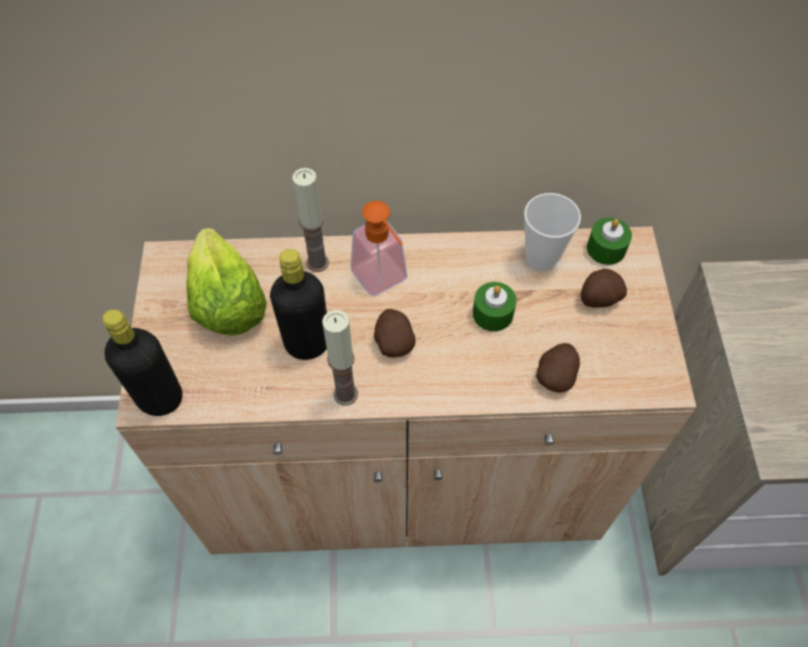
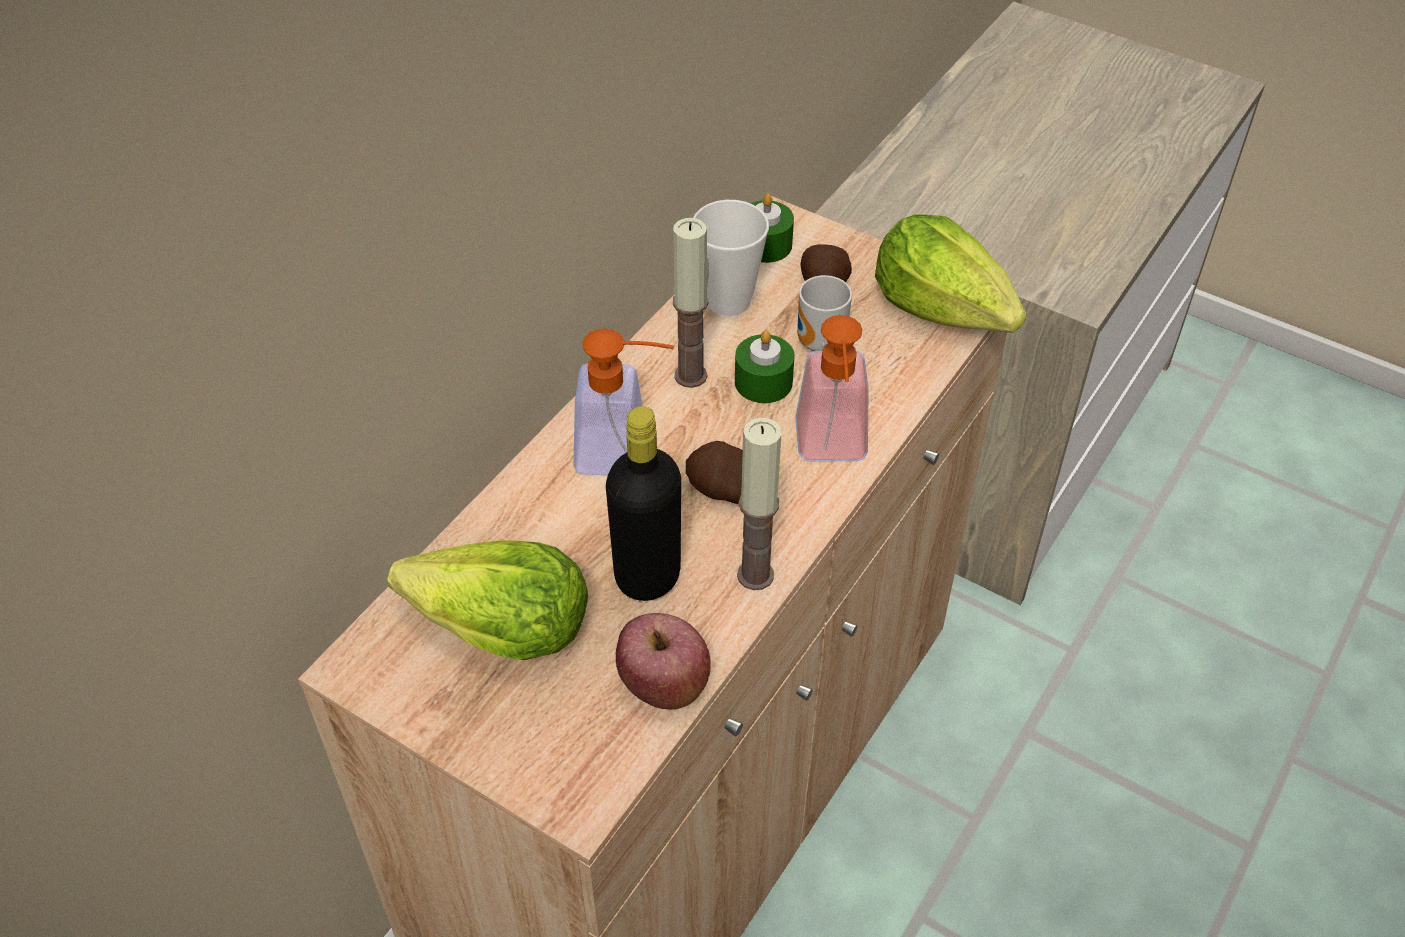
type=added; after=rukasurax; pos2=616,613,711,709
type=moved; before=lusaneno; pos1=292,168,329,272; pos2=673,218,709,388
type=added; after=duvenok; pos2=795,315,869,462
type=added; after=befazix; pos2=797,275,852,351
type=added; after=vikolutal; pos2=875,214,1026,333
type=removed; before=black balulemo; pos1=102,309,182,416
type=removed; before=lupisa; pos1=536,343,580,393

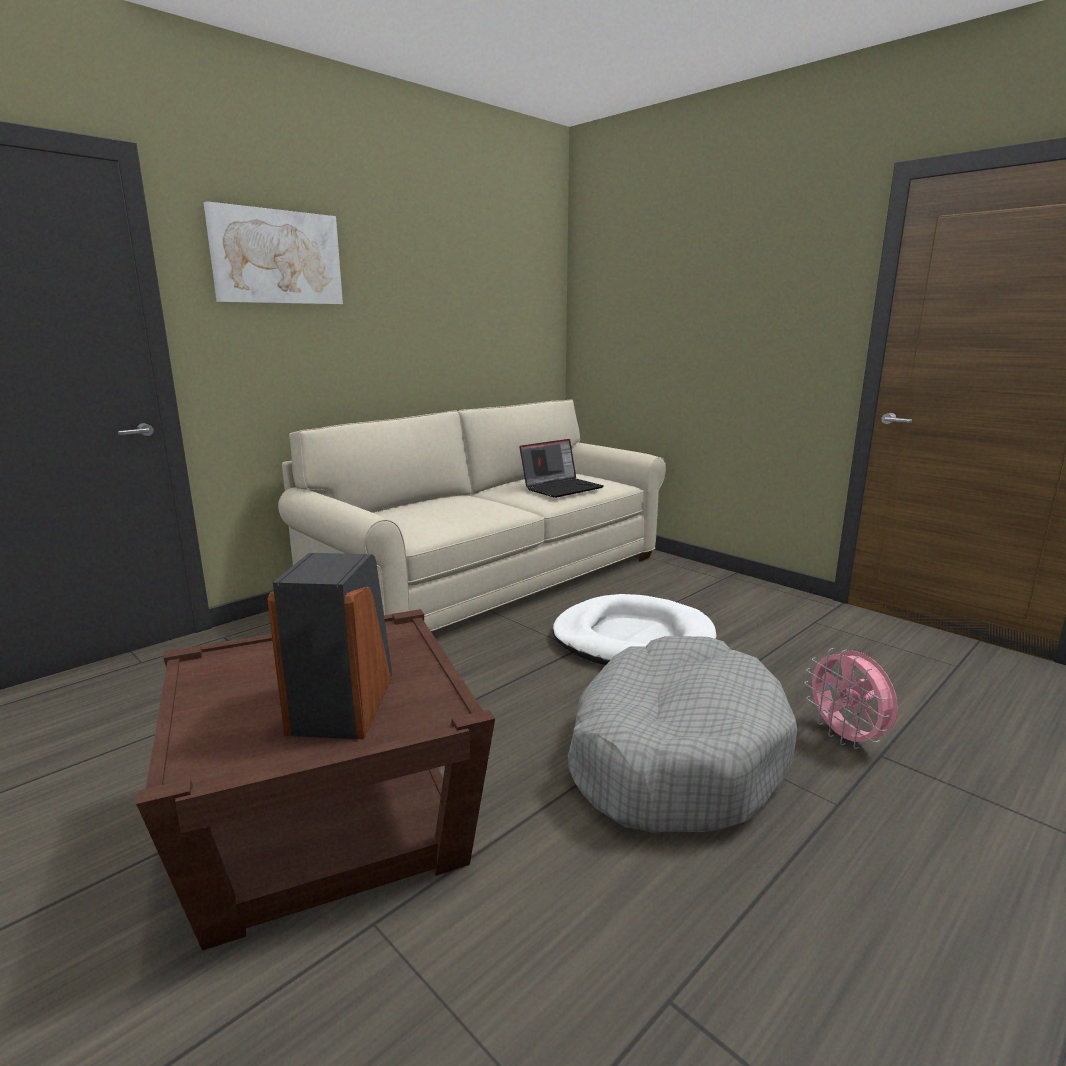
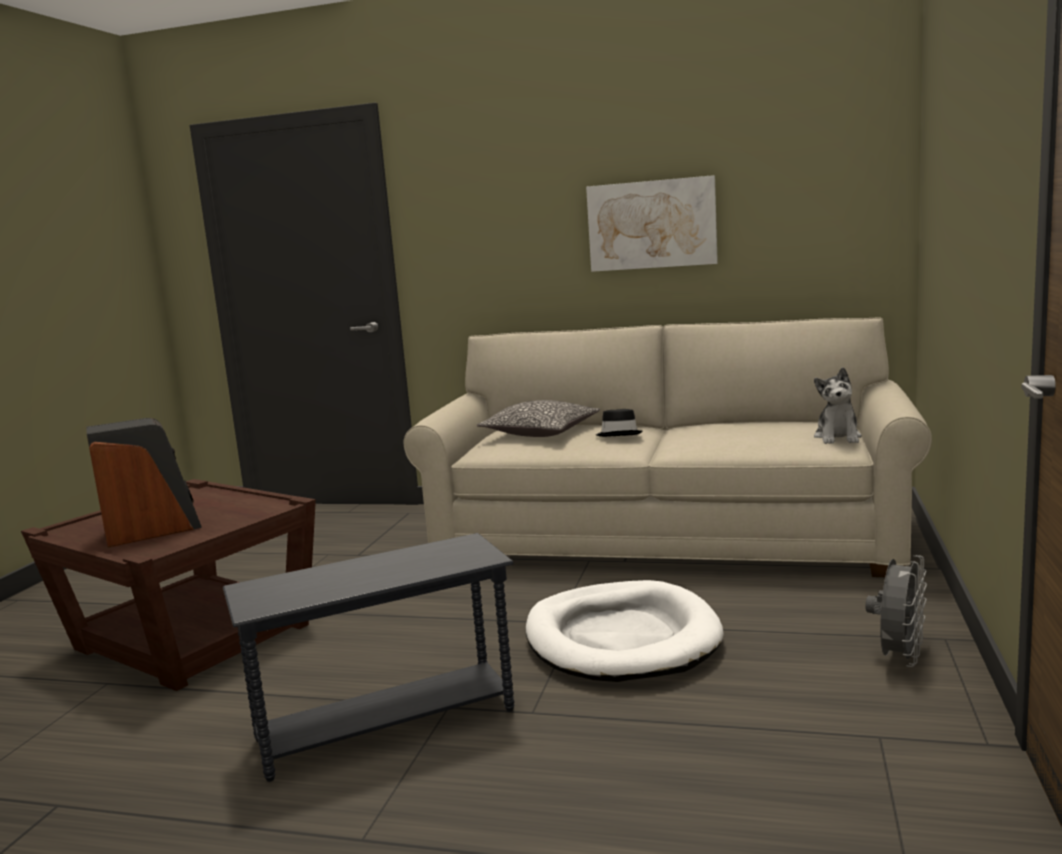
type=replaced; before=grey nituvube; after=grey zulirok; pos1=568,636,797,833; pos2=223,533,514,782
type=added; after=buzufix; pos2=477,400,600,437
type=moved; before=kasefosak; pos1=203,201,343,304; pos2=586,175,718,272
type=added; after=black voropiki; pos2=596,409,642,437
type=added; after=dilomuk; pos2=814,367,862,444
type=added; after=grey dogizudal; pos2=865,555,927,667
type=removed; before=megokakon; pos1=520,439,604,498
type=removed; before=pink dogizudal; pos1=804,648,898,749

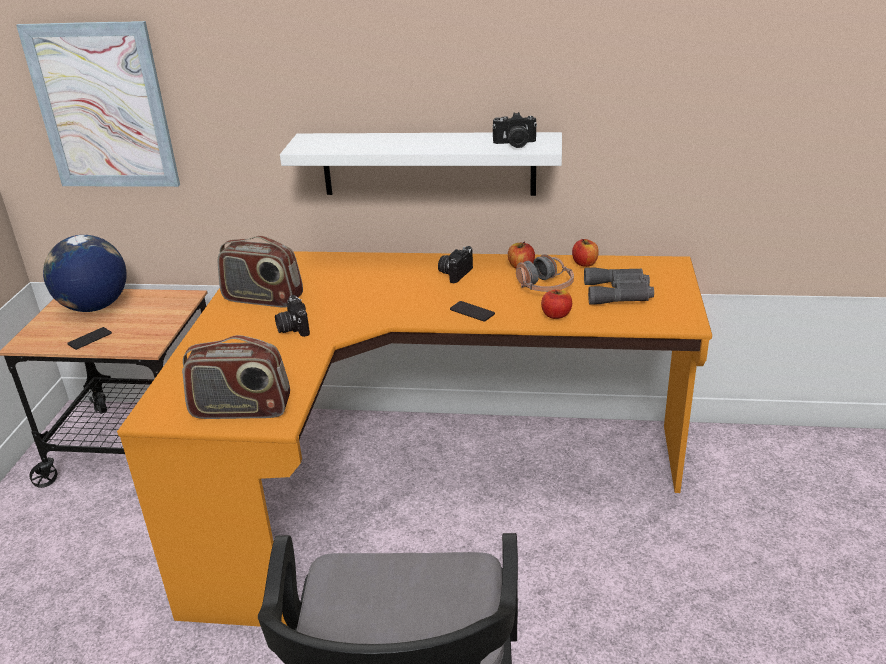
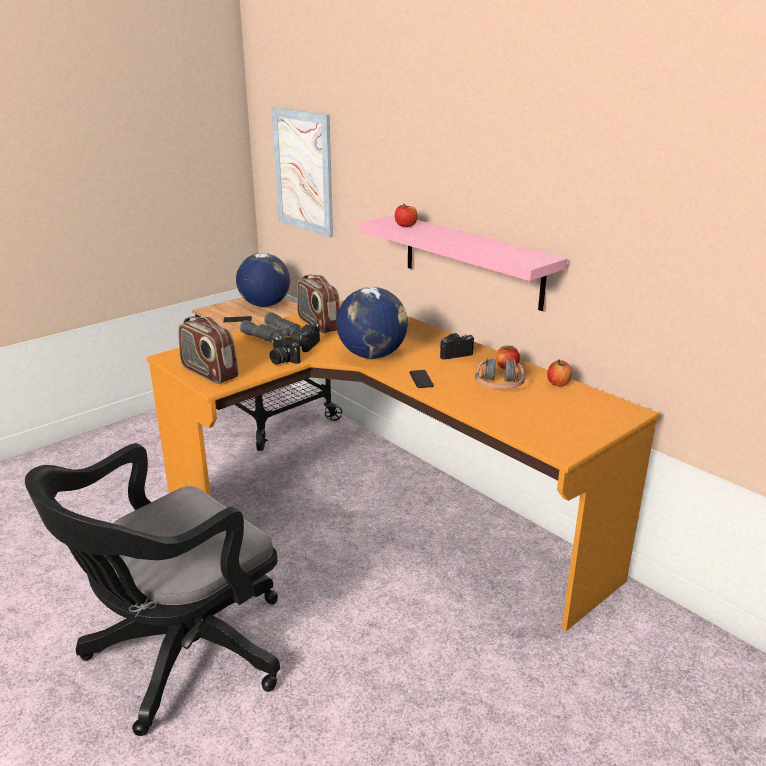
type=moved; before=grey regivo; pos1=584,268,654,305; pos2=240,312,301,343
type=moved; before=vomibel; pos1=492,112,537,148; pos2=270,336,301,364
type=added; after=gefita; pos2=336,287,408,359
type=recoloured; before=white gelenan; after=pink gelenan; pos1=280,132,562,196; pos2=360,215,568,311
type=moved; before=rukasurax; pos1=541,289,572,319; pos2=395,204,418,227

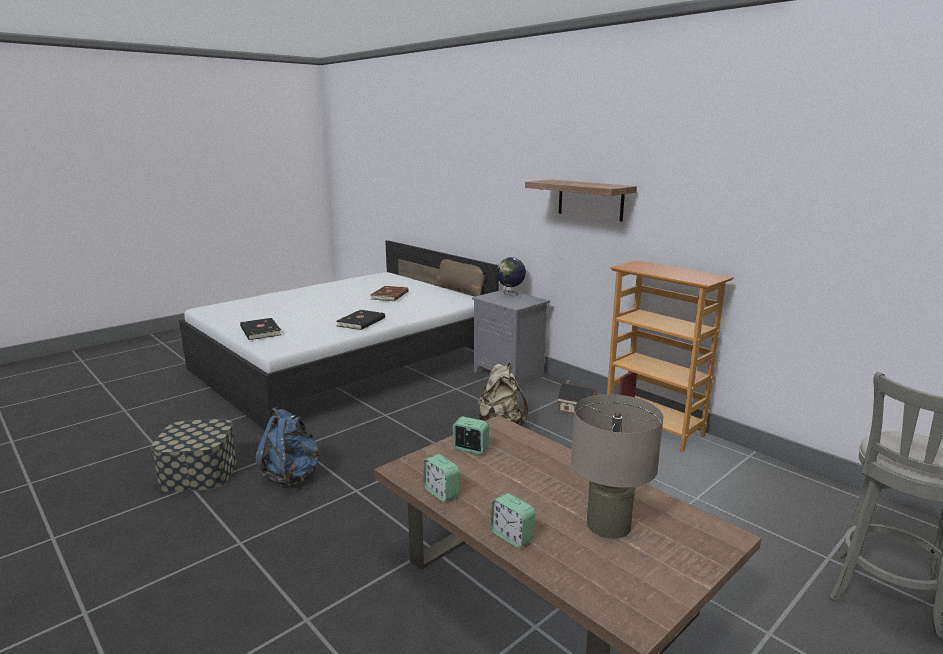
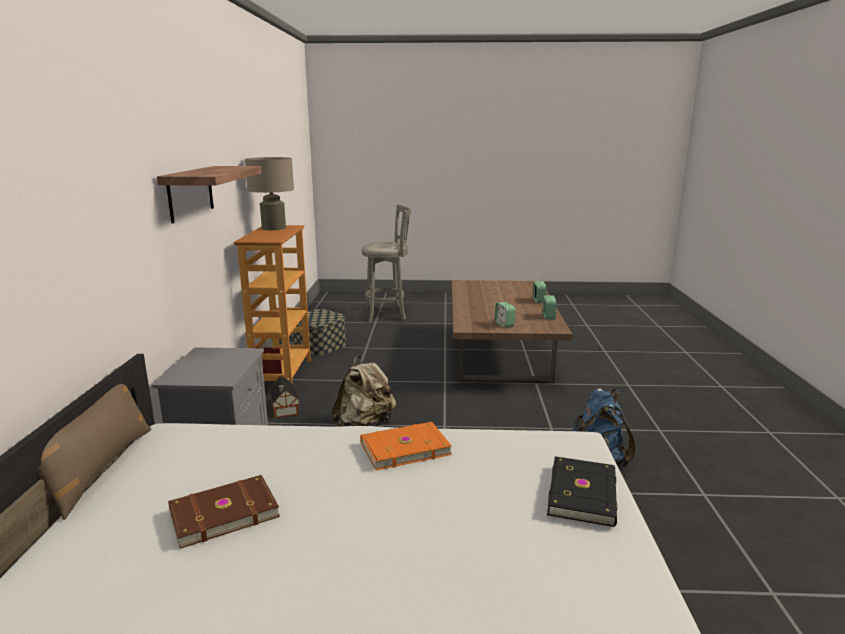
type=moved; before=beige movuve; pos1=571,394,664,539; pos2=245,157,294,230
type=moved; before=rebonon; pos1=151,419,237,492; pos2=292,309,346,355
type=recoloured; before=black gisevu; after=orange gisevu; pos1=336,310,385,330; pos2=360,422,452,470
type=removed; before=gefita; pos1=496,257,526,296

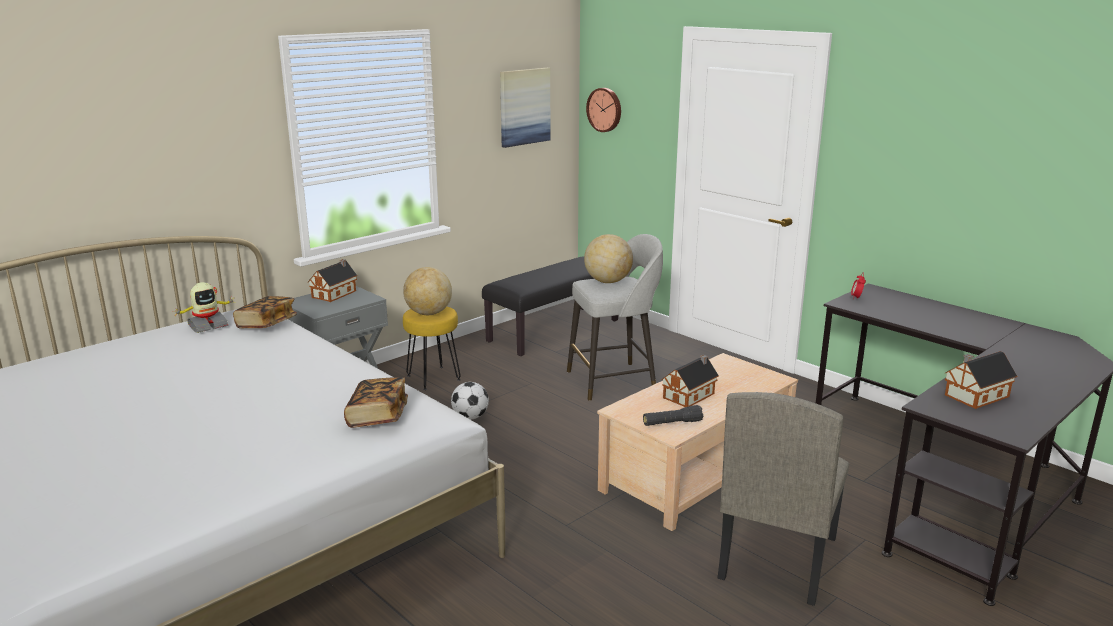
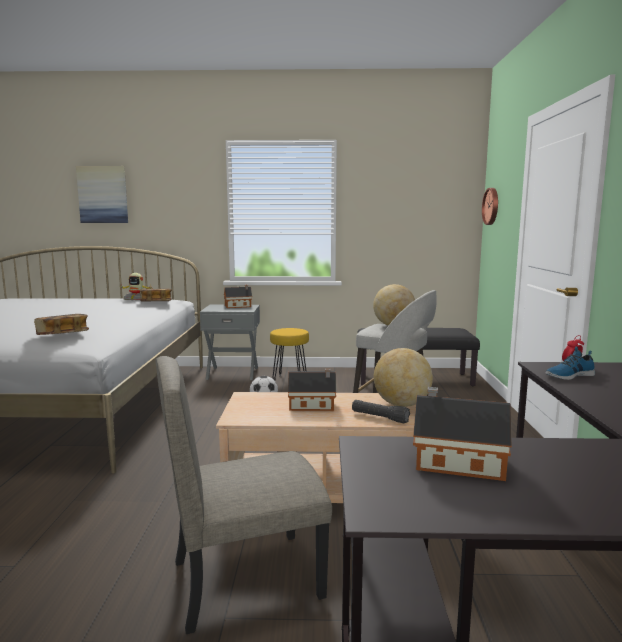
type=moved; before=kasefosak; pos1=500,68,550,148; pos2=76,166,128,223
type=moved; before=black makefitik; pos1=643,405,703,426; pos2=352,400,410,423
type=moved; before=gefita; pos1=403,267,452,315; pos2=374,348,433,407
type=added; after=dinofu; pos2=545,347,595,380

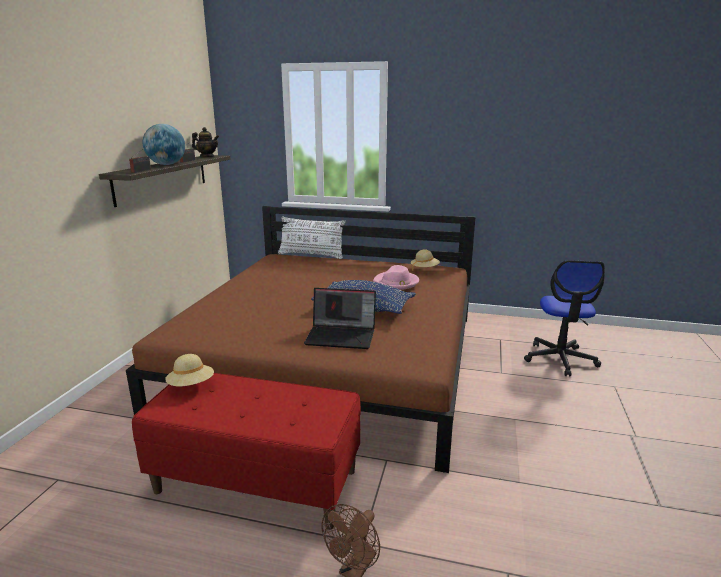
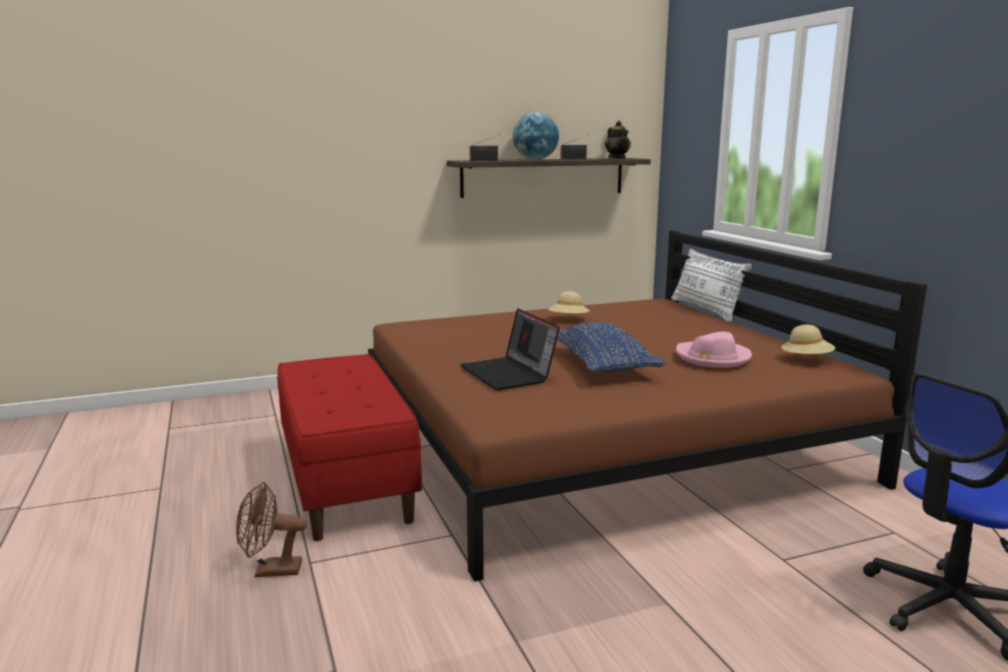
type=moved; before=beige voropiki; pos1=165,354,214,386; pos2=548,291,590,316

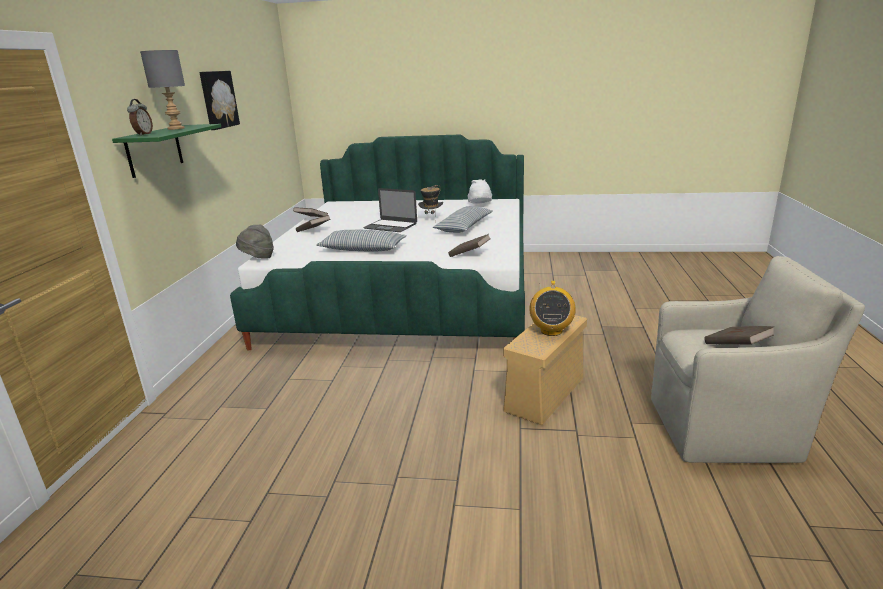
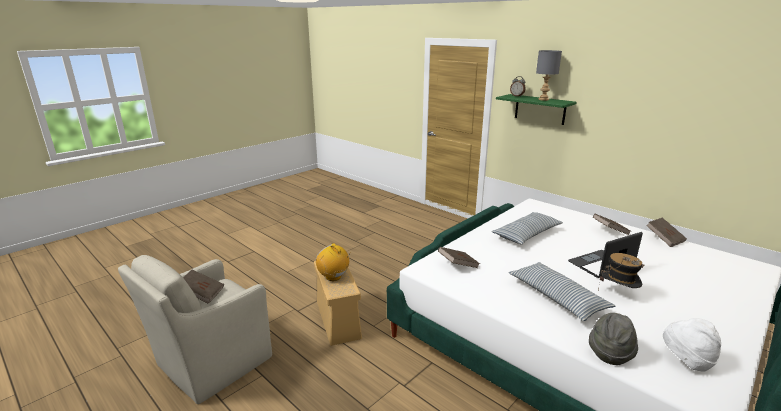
type=moved; before=grey voropiki; pos1=236,225,274,259; pos2=589,313,638,365
type=removed; before=kasefosak; pos1=199,71,240,130

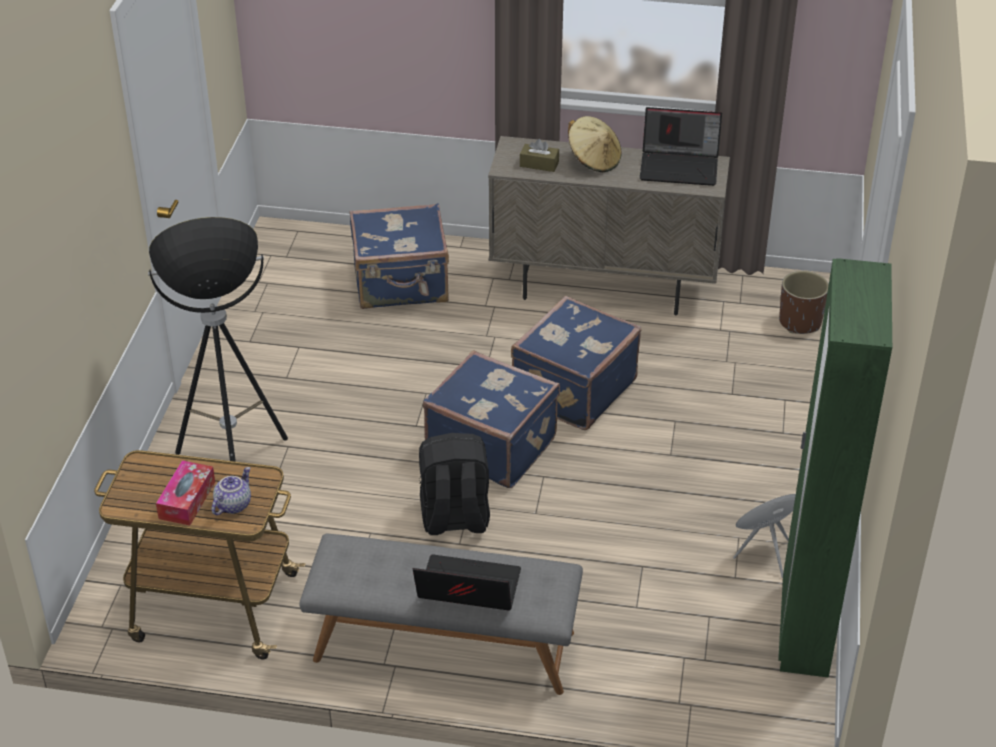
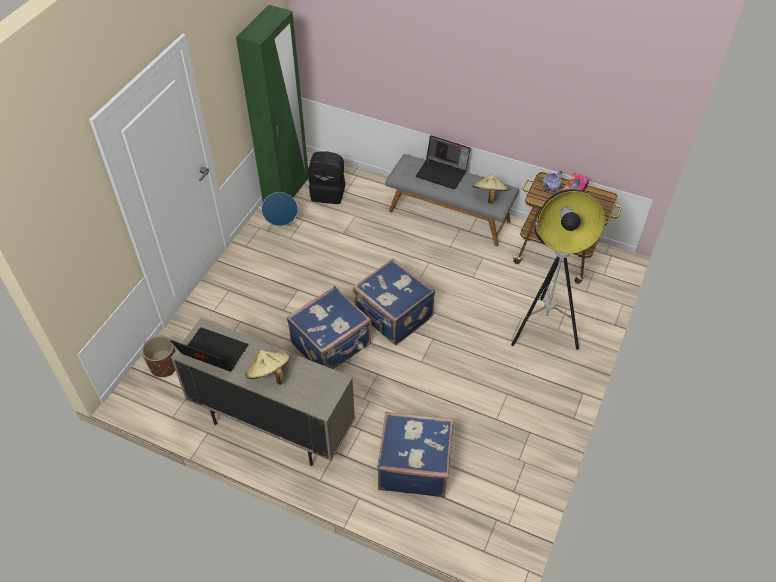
type=moved; before=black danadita; pos1=419,433,490,535; pos2=308,151,345,204
type=added; after=beige voropiki; pos2=473,174,509,204
type=removed; before=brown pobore; pos1=520,139,559,172

